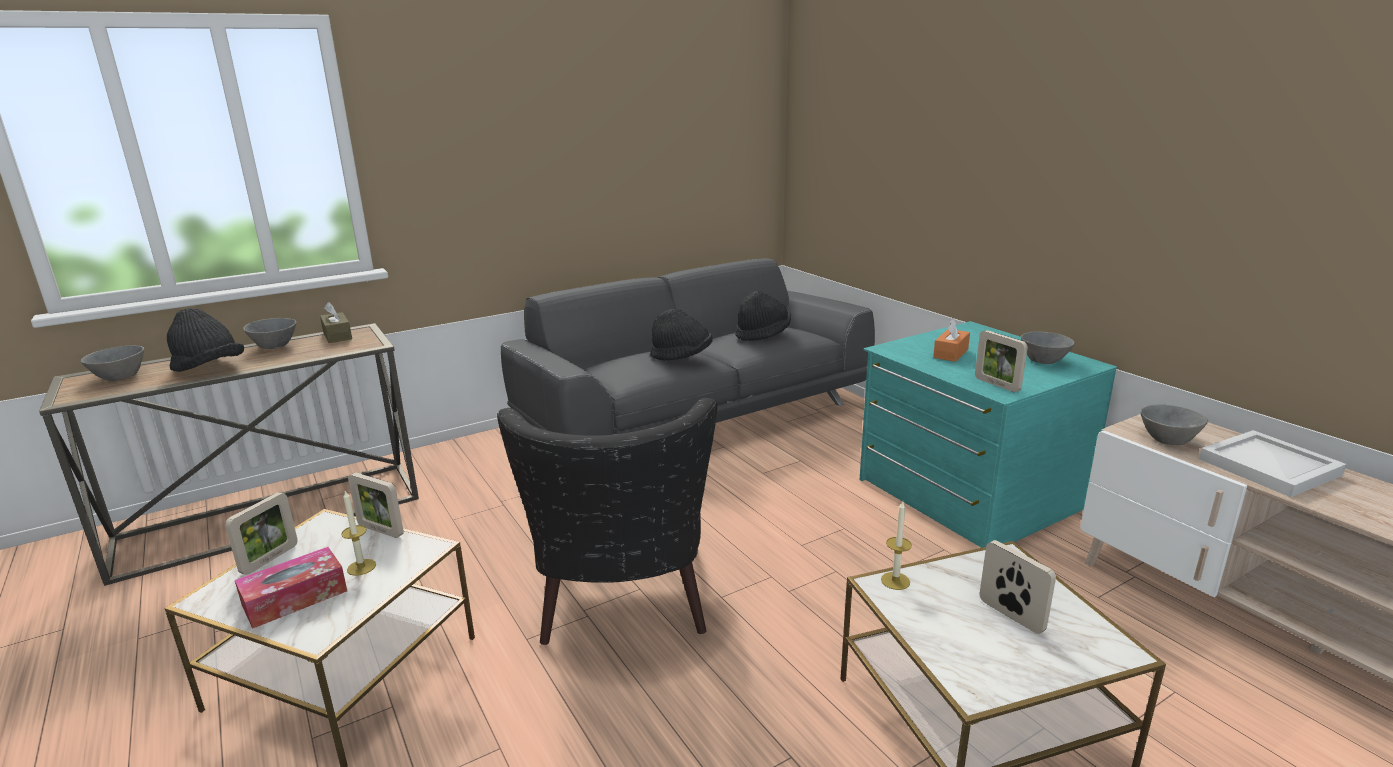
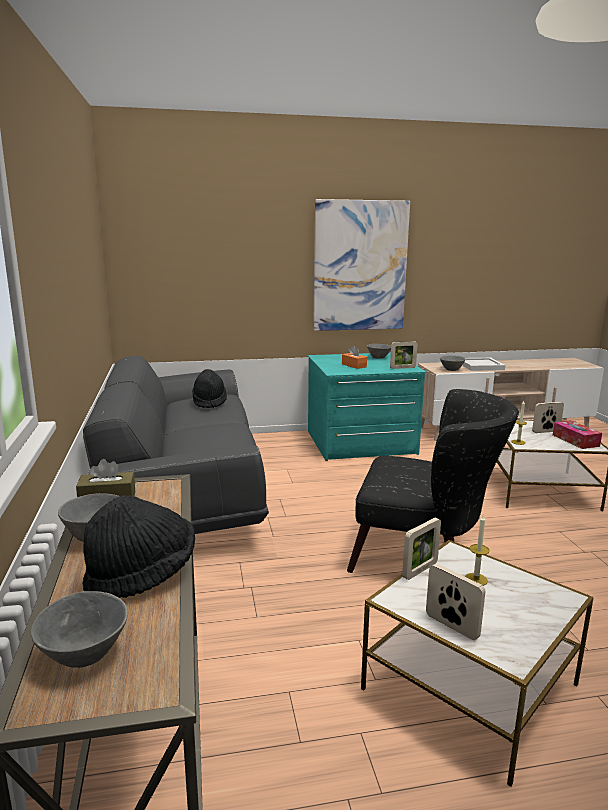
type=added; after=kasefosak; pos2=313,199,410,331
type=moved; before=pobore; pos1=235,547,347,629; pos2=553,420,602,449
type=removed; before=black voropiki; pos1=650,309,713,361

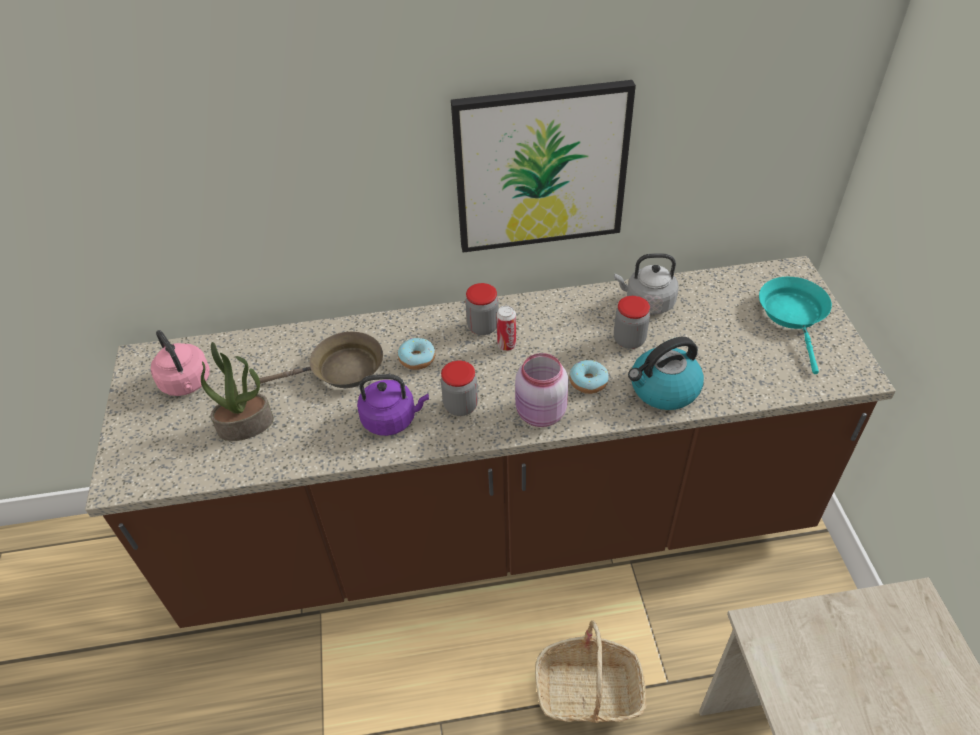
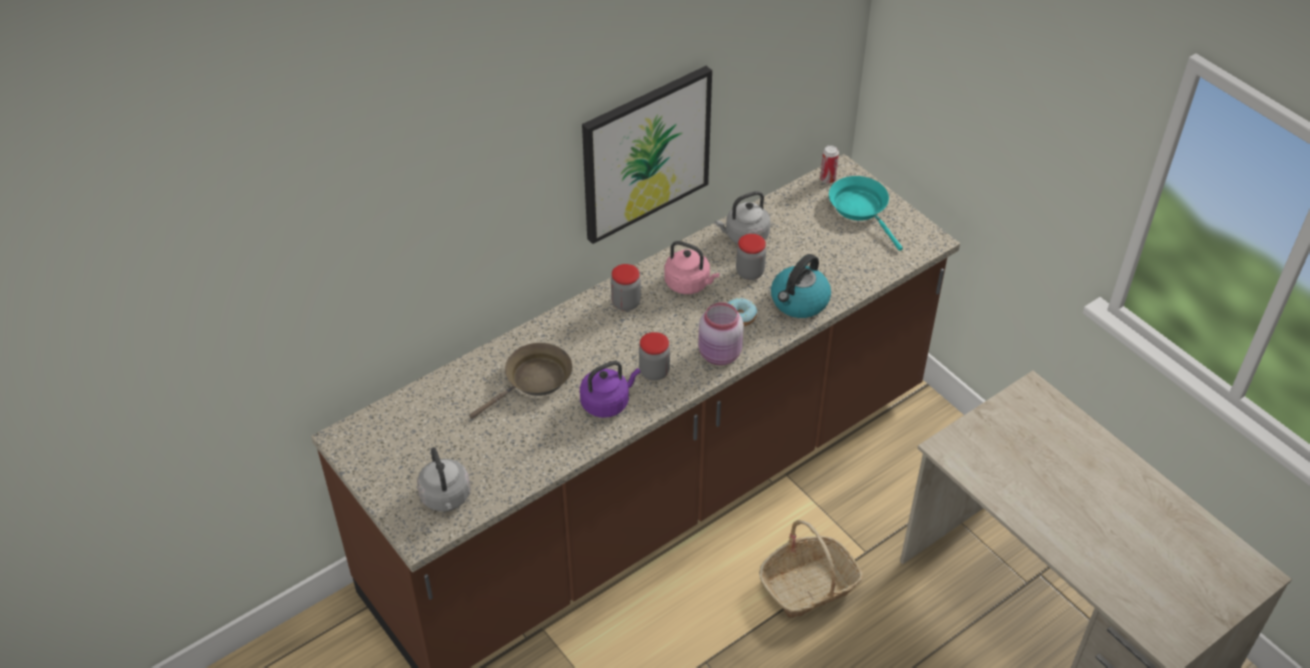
type=added; after=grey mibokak; pos2=417,447,471,512
type=moved; before=pink mibokak; pos1=151,330,210,396; pos2=665,241,720,294
type=moved; before=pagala; pos1=496,305,516,351; pos2=820,145,839,184
type=removed; before=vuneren; pos1=201,342,274,441
type=removed; before=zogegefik; pos1=398,338,436,370

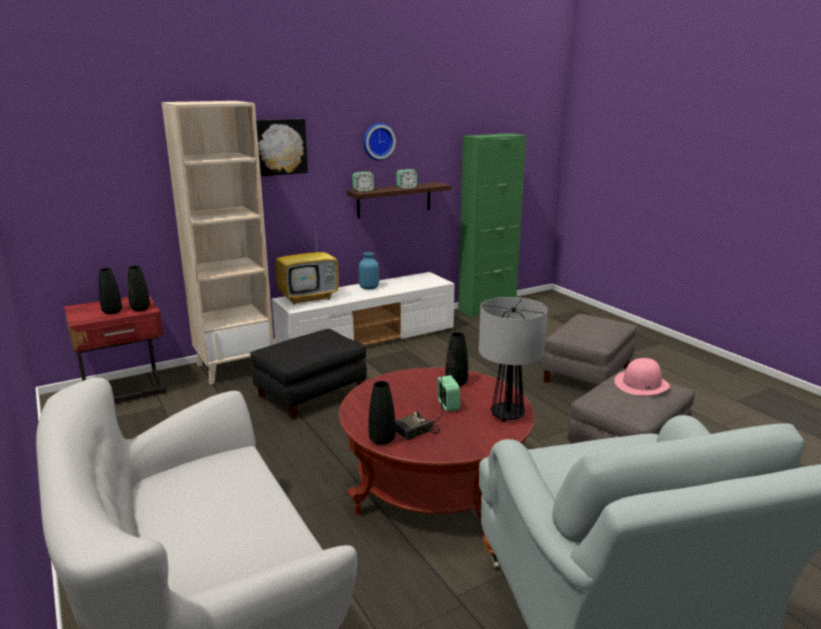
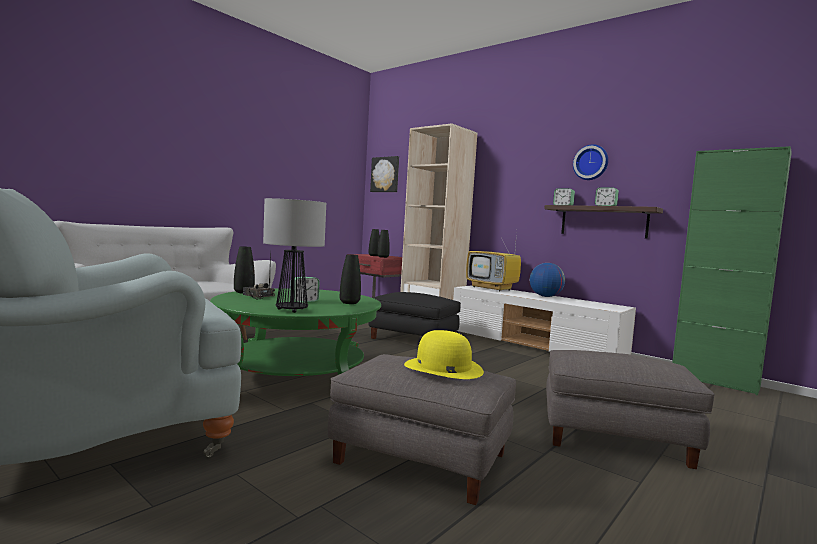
type=recoloured; before=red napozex; after=green napozex; pos1=339,367,535,536; pos2=210,288,381,376
type=moved; before=kasefosak; pos1=256,119,308,176; pos2=370,156,399,192
type=recoloured; before=pink voropiki; after=yellow voropiki; pos1=614,358,670,396; pos2=404,330,484,379
type=replaced; before=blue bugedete; after=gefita; pos1=359,252,379,290; pos2=530,263,565,297

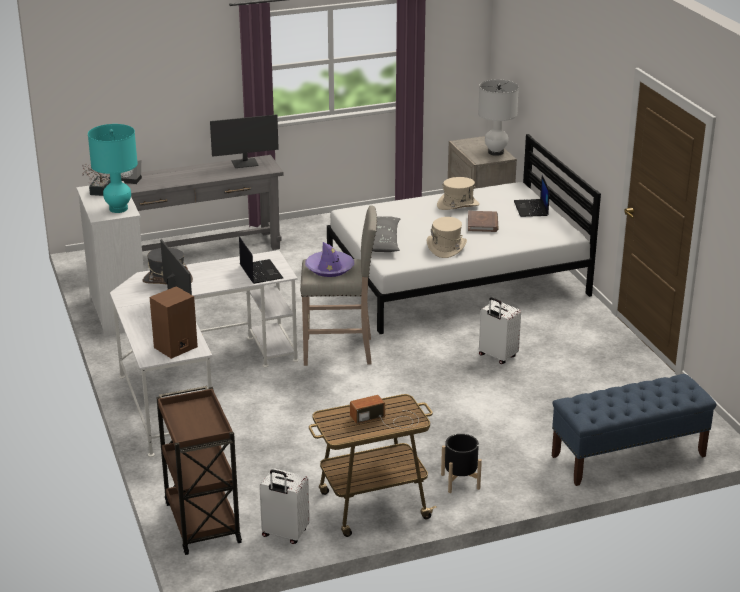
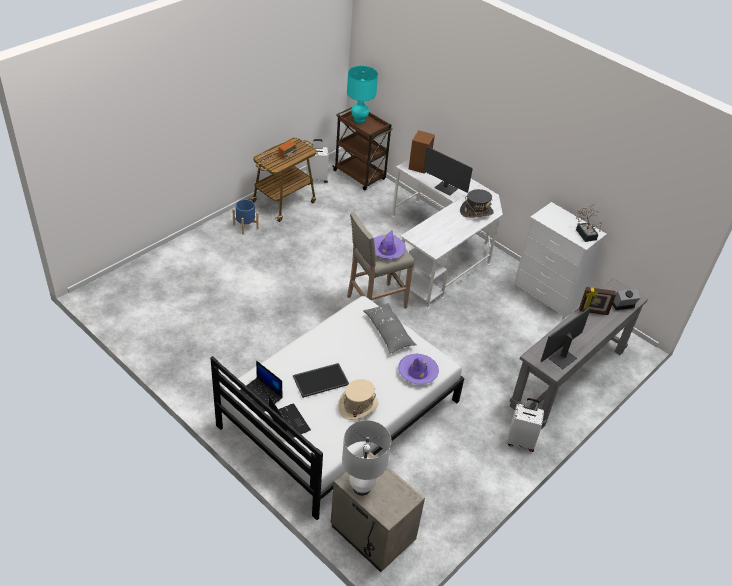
type=recoloured; before=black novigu; after=blue novigu; pos1=441,434,482,493; pos2=232,199,259,235
type=moved; before=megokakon; pos1=239,237,283,284; pos2=240,361,282,412
type=replaced; before=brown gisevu; after=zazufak; pos1=468,211,498,232; pos2=293,363,349,398
type=moved; before=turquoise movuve; pos1=88,124,138,213; pos2=347,66,378,124
type=added; after=purple voropiki; pos2=398,354,439,385
type=moved; before=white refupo; pos1=479,297,521,364; pos2=507,398,544,452
type=added; after=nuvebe; pos2=579,287,616,315
type=removed; before=beige voropiki; pos1=427,217,467,258
type=removed; before=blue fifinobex; pos1=552,374,717,486

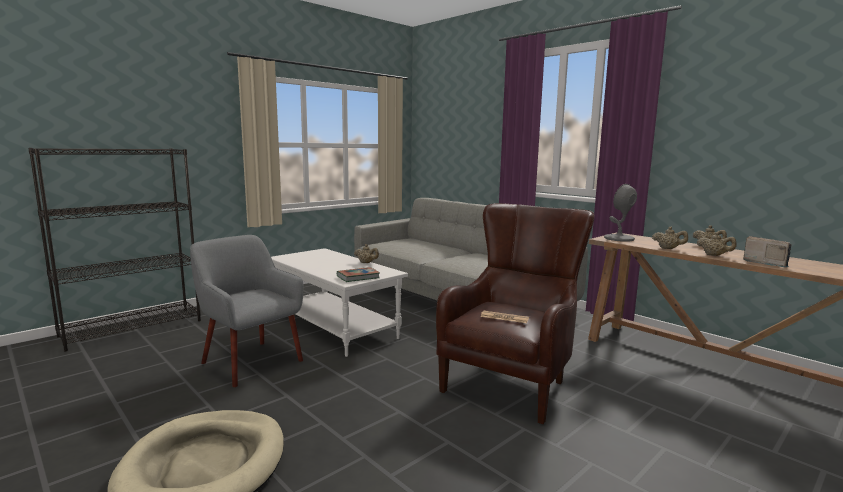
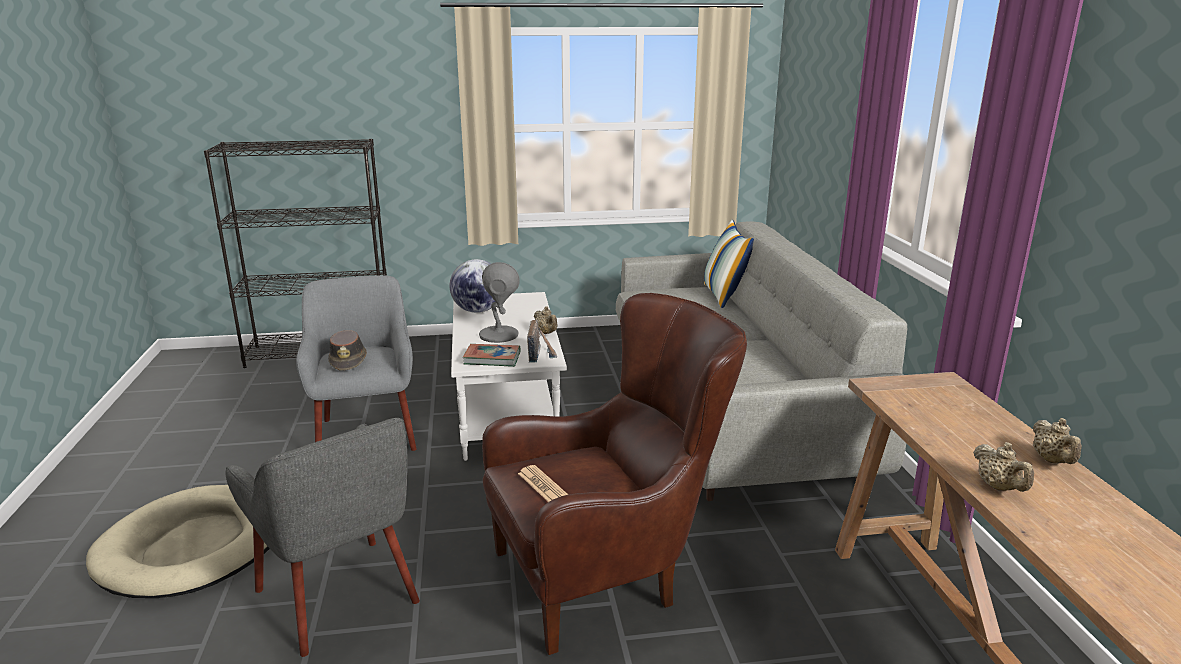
type=added; after=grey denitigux; pos2=226,418,420,657
type=added; after=brown voropiki; pos2=328,330,367,371
type=added; after=gefita; pos2=449,259,495,313
type=moved; before=grey movuve; pos1=604,184,637,242; pos2=479,262,520,343
type=moved; before=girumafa; pos1=743,236,792,268; pos2=527,319,557,363
type=added; after=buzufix; pos2=704,220,754,308
type=removed; before=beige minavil; pos1=652,227,688,249

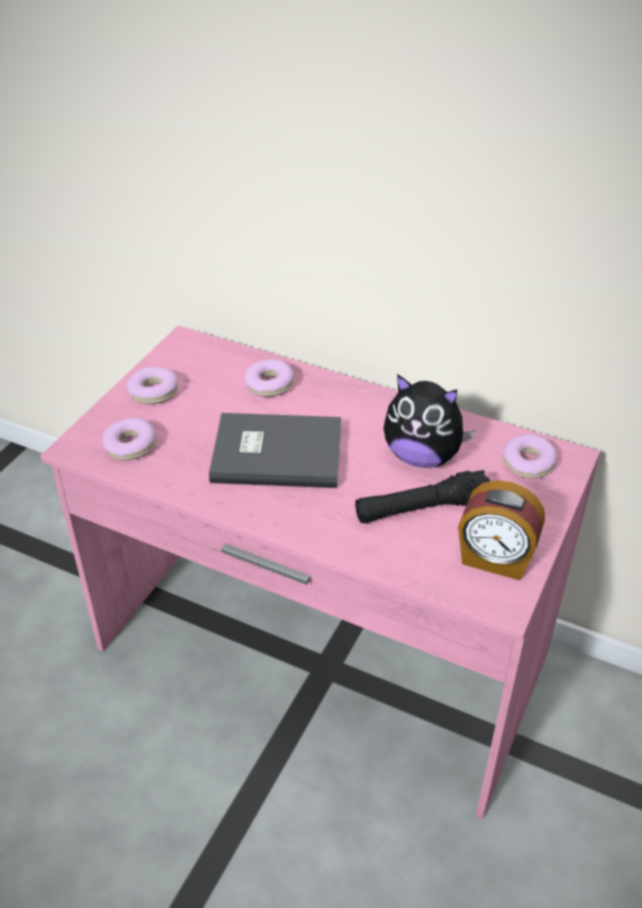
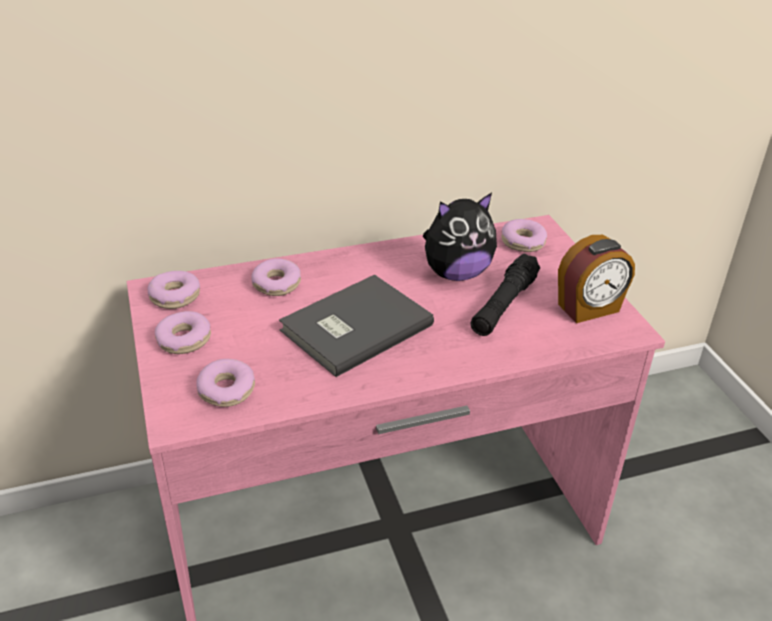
type=added; after=zogegefik; pos2=147,271,200,309

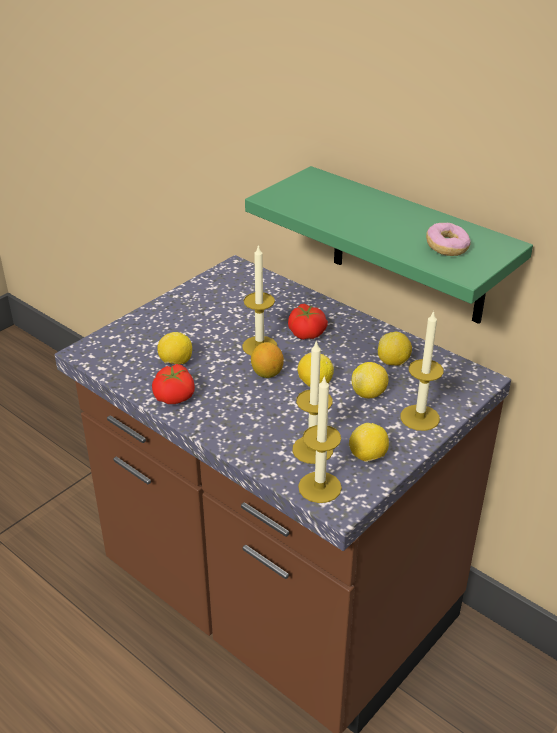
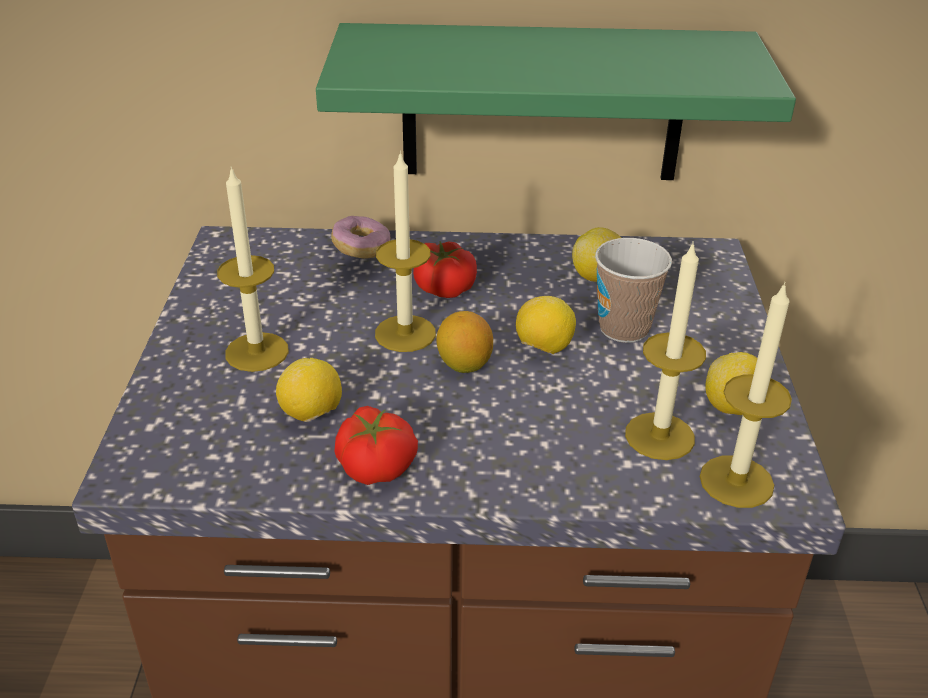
type=moved; before=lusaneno; pos1=400,310,444,431; pos2=217,166,289,372
type=moved; before=zogegefik; pos1=426,223,470,256; pos2=331,216,391,259
type=replaced; before=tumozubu; after=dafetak; pos1=352,362,388,398; pos2=595,238,672,343

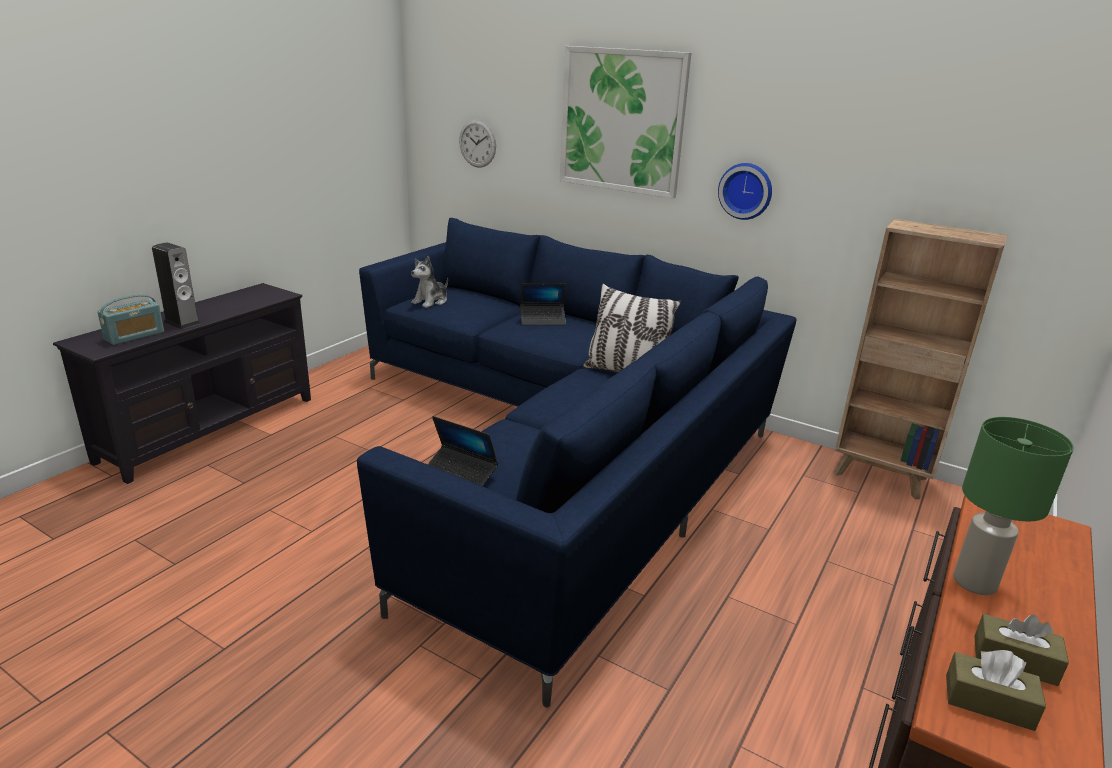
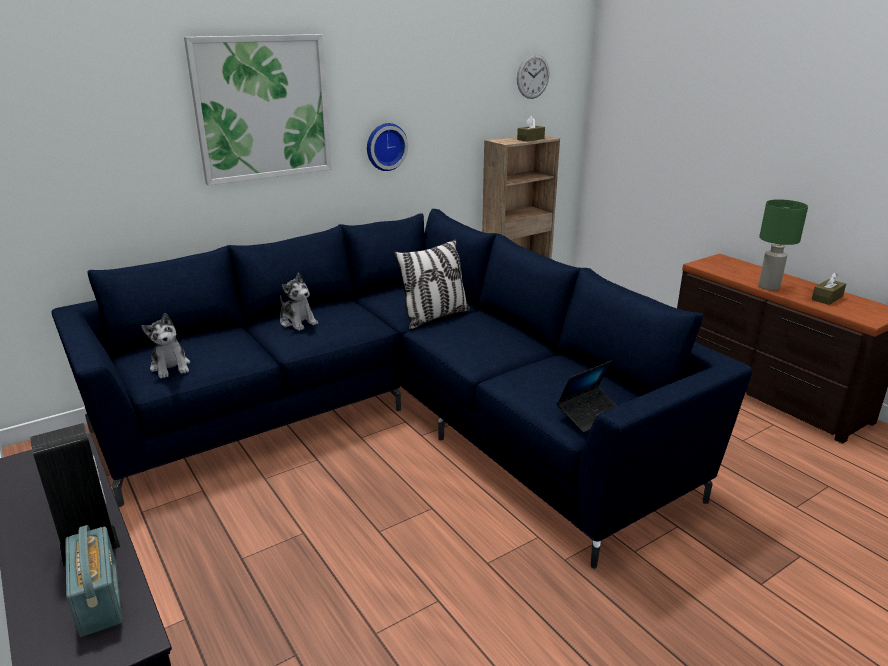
type=replaced; before=megokakon; after=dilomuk; pos1=520,283,566,325; pos2=280,273,318,331
type=moved; before=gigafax; pos1=459,120,496,168; pos2=517,54,549,99
type=moved; before=brown pobore; pos1=946,650,1046,731; pos2=517,116,545,142

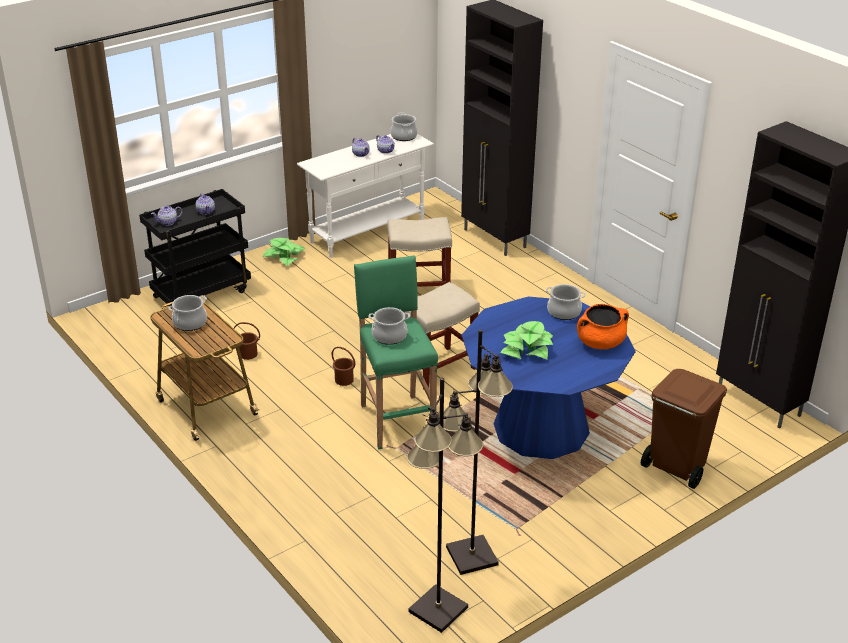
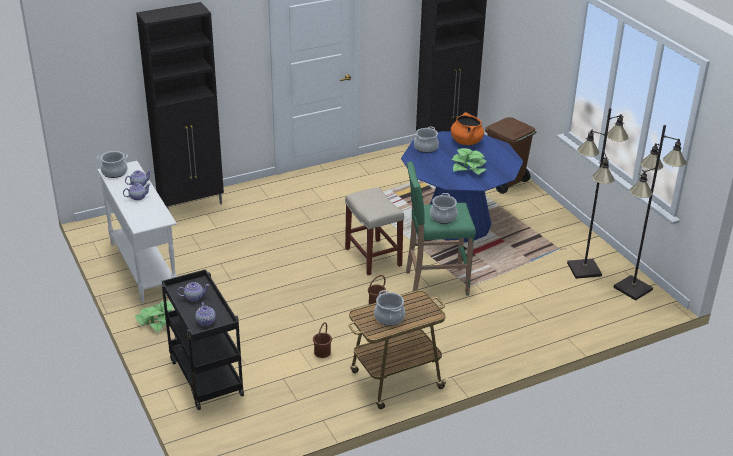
type=removed; before=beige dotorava; pos1=387,217,452,287

